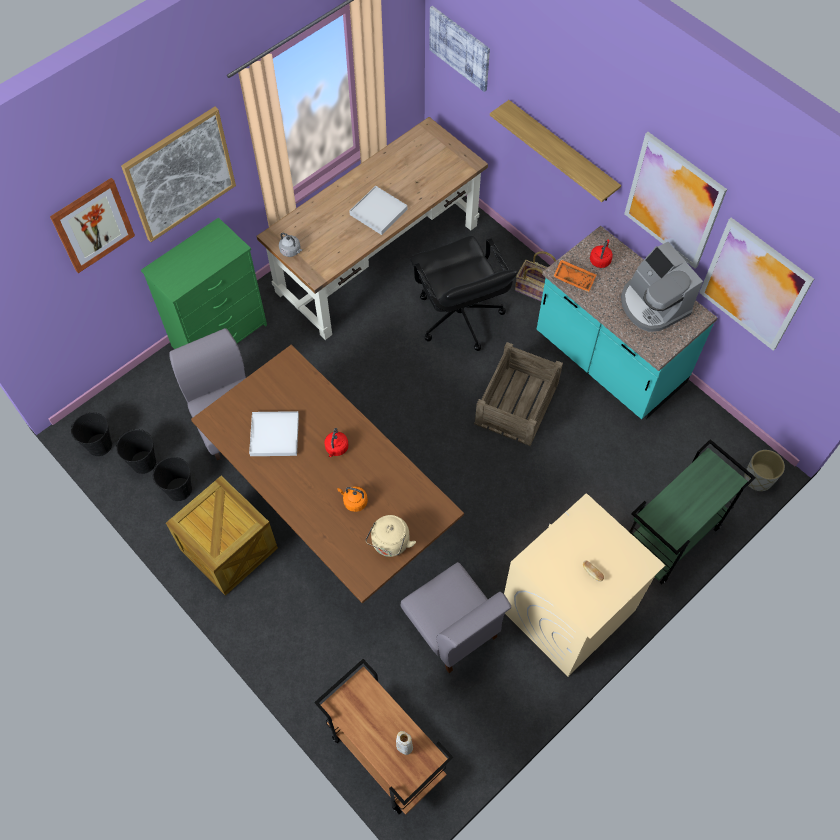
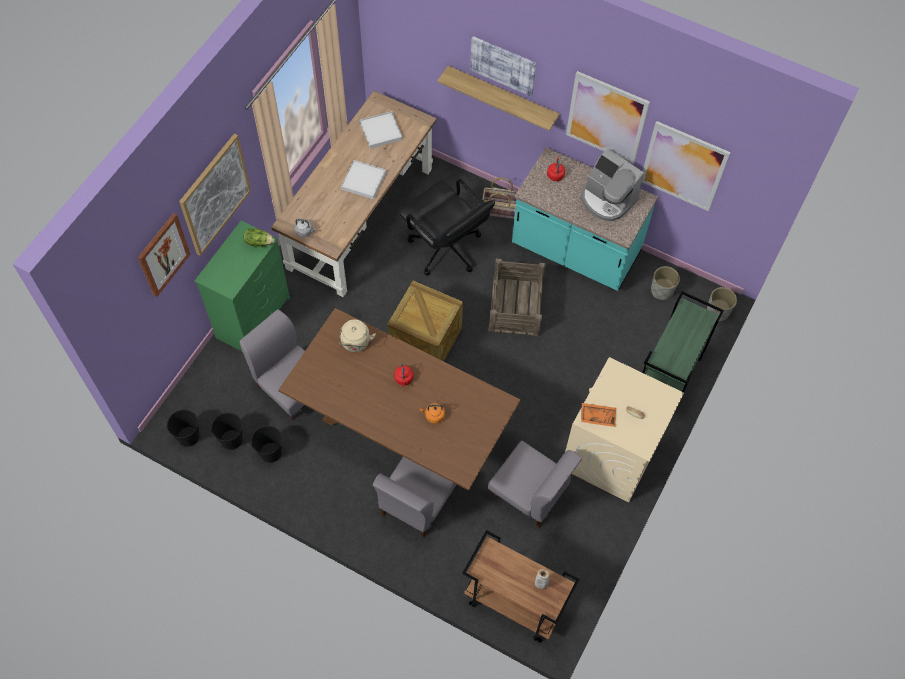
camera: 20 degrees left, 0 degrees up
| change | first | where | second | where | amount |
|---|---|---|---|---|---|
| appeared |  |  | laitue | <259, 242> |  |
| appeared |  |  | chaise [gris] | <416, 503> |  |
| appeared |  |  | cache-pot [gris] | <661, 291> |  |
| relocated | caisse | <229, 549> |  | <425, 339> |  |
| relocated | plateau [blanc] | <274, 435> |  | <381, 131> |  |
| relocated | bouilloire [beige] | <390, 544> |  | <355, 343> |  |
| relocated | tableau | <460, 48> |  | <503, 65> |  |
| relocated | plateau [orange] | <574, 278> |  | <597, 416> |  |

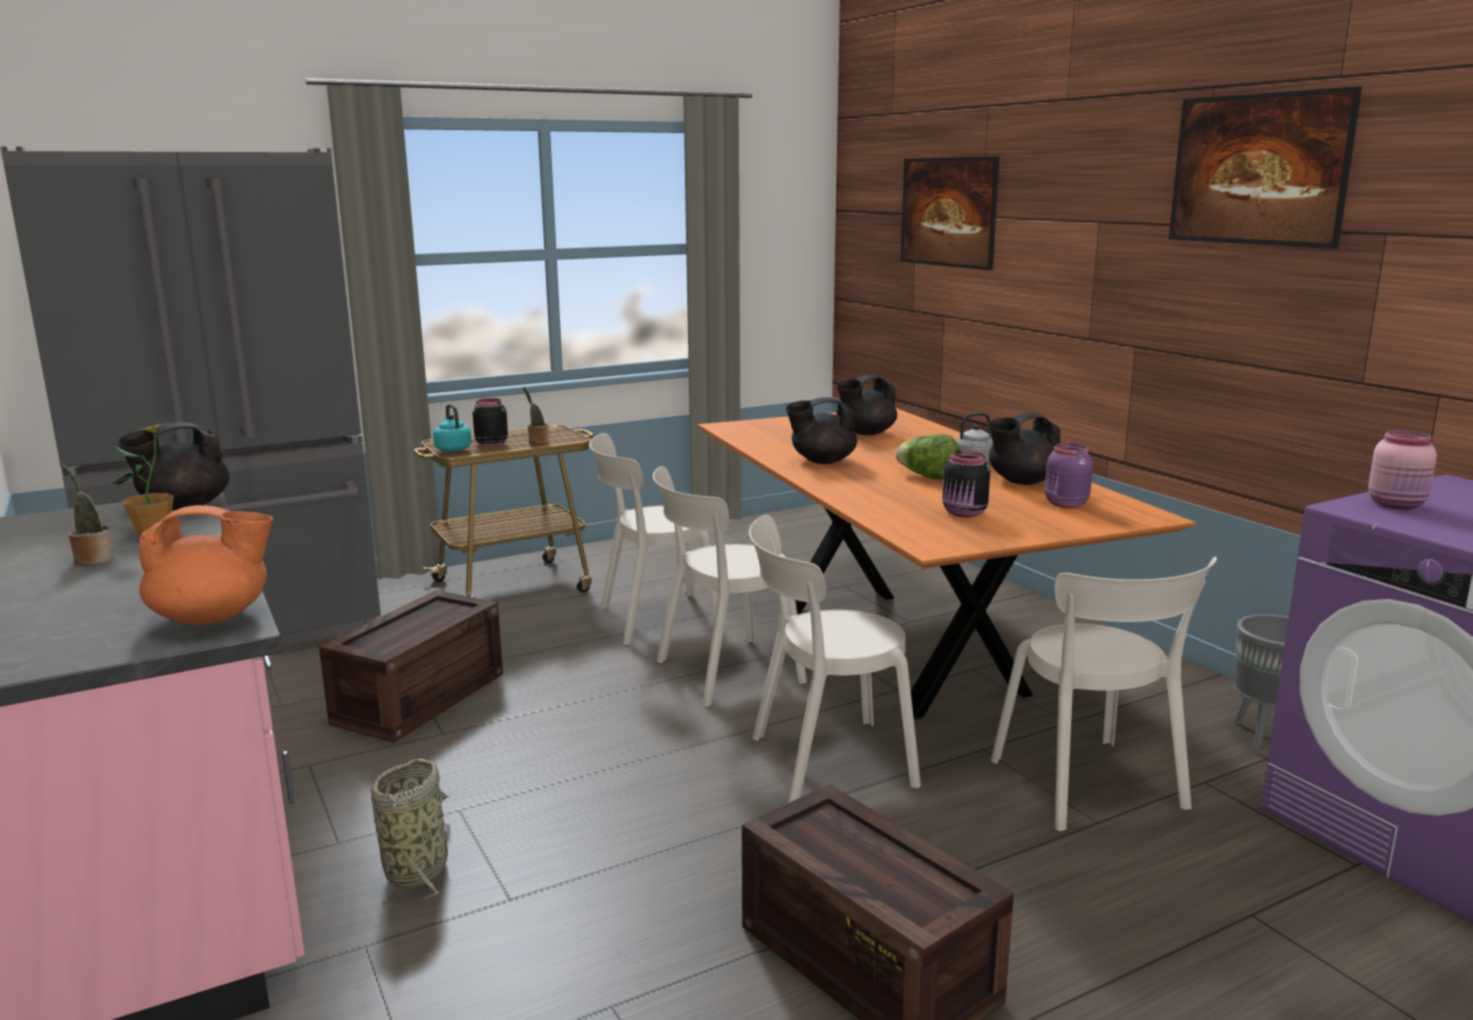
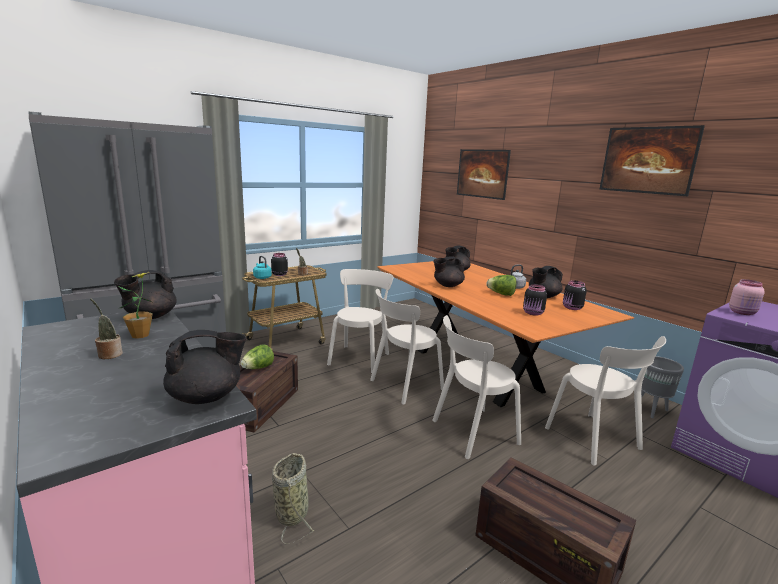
camera: 10 degrees left, 0 degrees up
| change | first | where | second | where | amount |
|---|---|---|---|---|---|
| appeared |  |  | laitue | <258, 368> |  |
| colour | théière [orange] | <213, 617> | théière [noir] | <207, 397> |  |
| colour | bocal [violet] | <1065, 504> | bocal [noir] | <572, 308> |  |
| spun | chaise [beige] | <653, 619> |  | <360, 358> | 135 degrees clockwise |

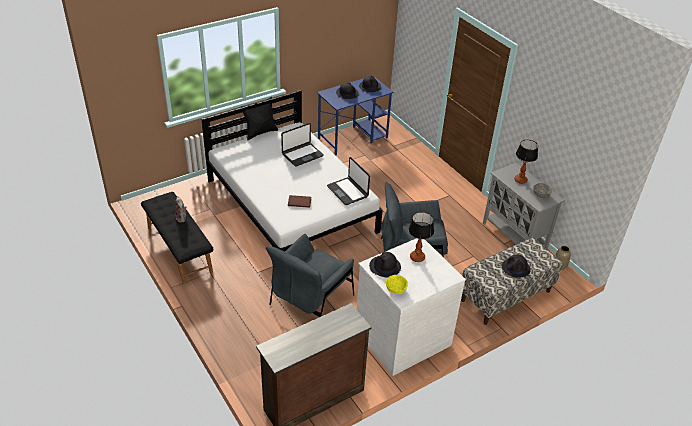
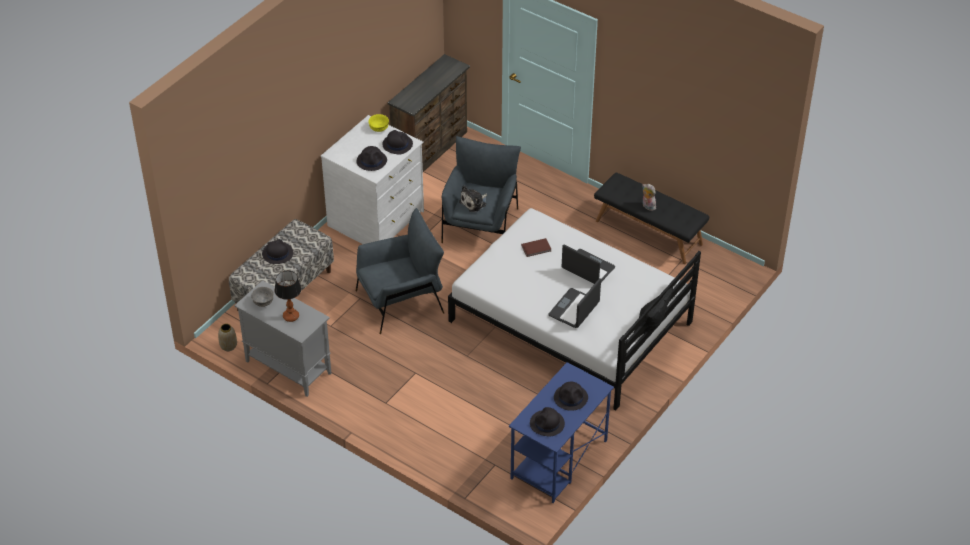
camera: 160 degrees right, 5 degrees up
| change | first | where | second | where | amount |
|---|---|---|---|---|---|
| appeared |  |  | peluche | <474, 203> |  |
| relocated | ordinateur portable | <348, 191> |  | <587, 268> |  |
| exchanged | lampe de table | <417, 257> | chapeau [noir] | <372, 161> |  |

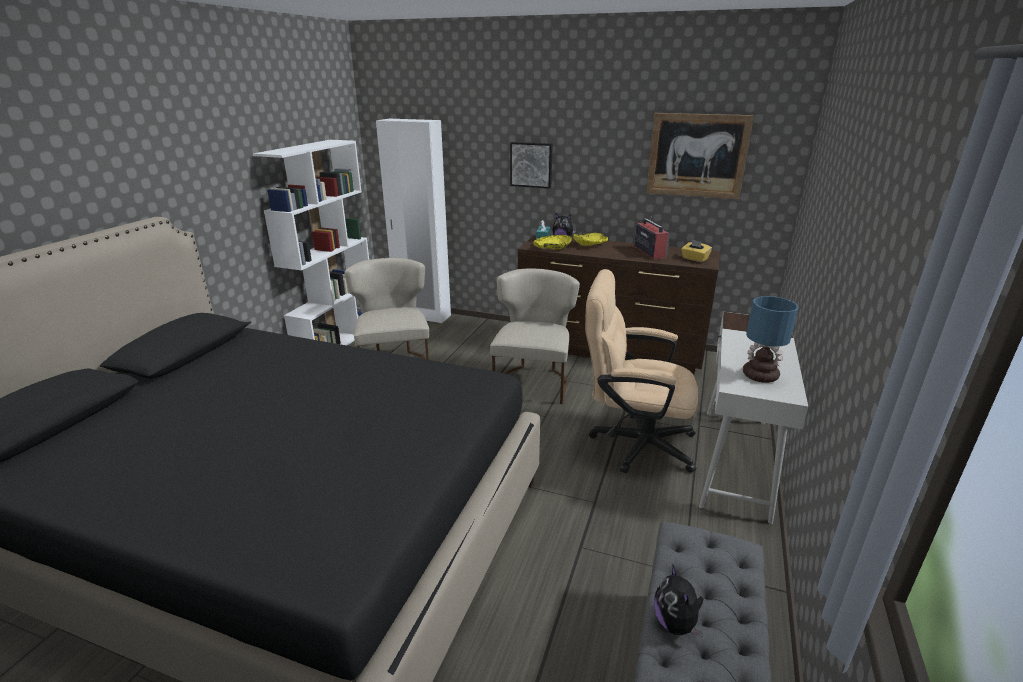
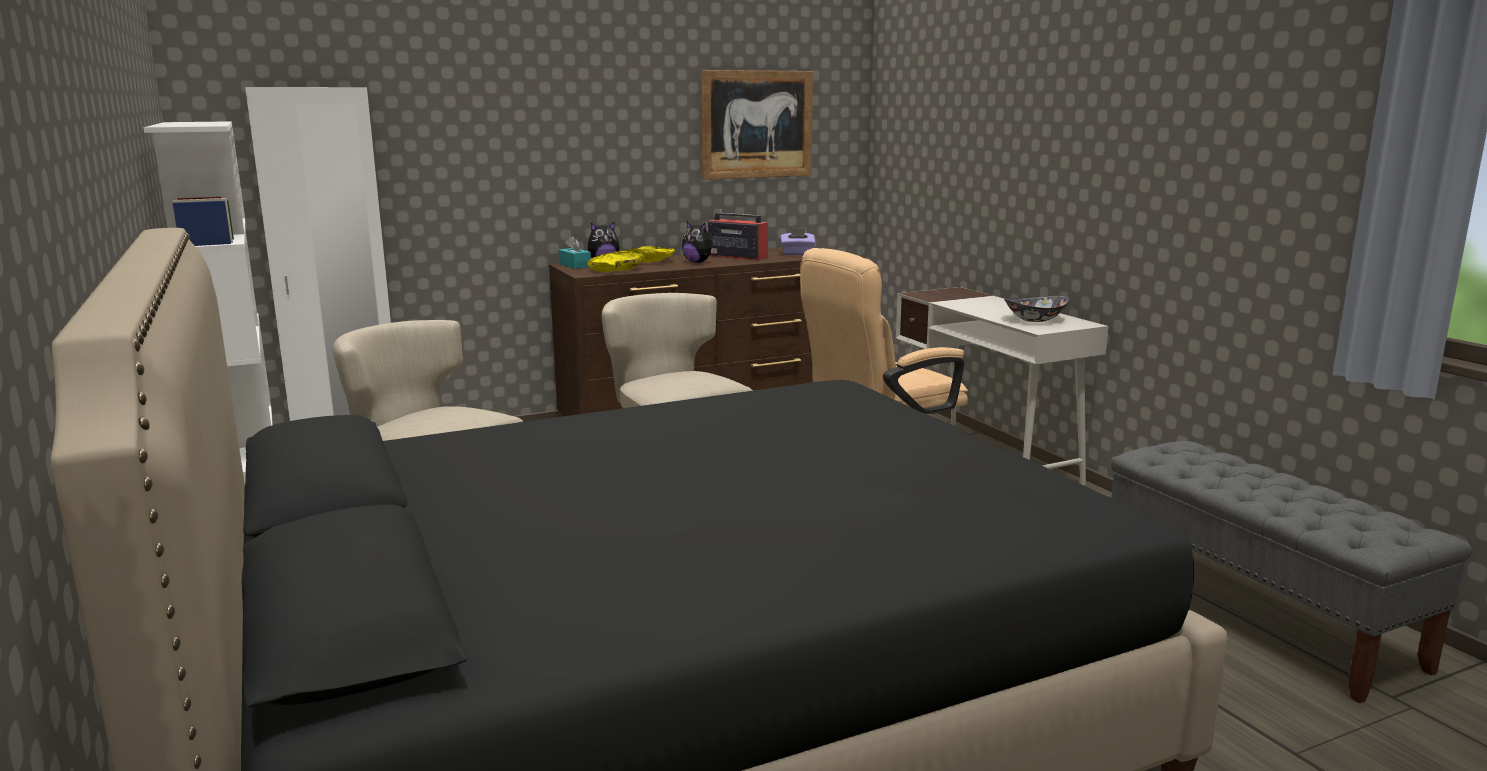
camera: 45 degrees left, 10 degrees down
| change | first | where | second | where | amount |
|---|---|---|---|---|---|
| missing | tableau | <531, 164> |  |  |  |
| relocated | peluche | <676, 623> |  | <698, 262> |  |
| exchanged | lampe de table | <758, 375> | bol | <1035, 320> |  |
| colour | boîte à mouchoirs [jaune] | <694, 259> | boîte à mouchoirs [violet] | <797, 254> |  |

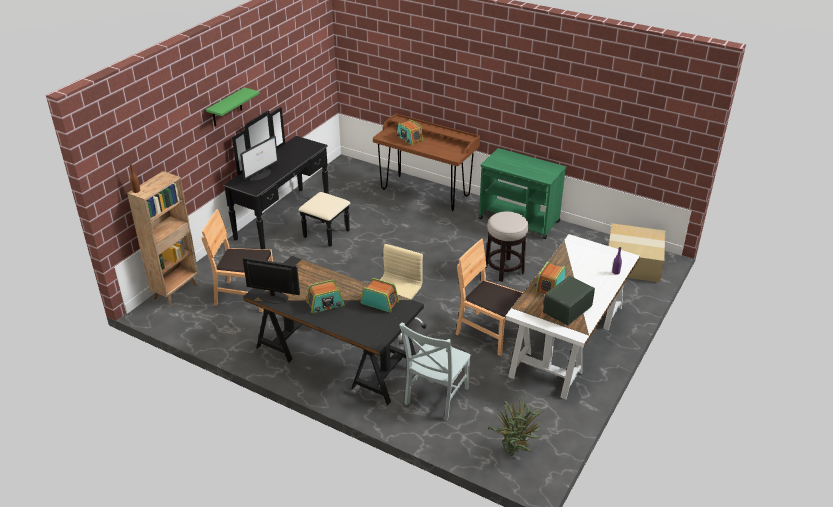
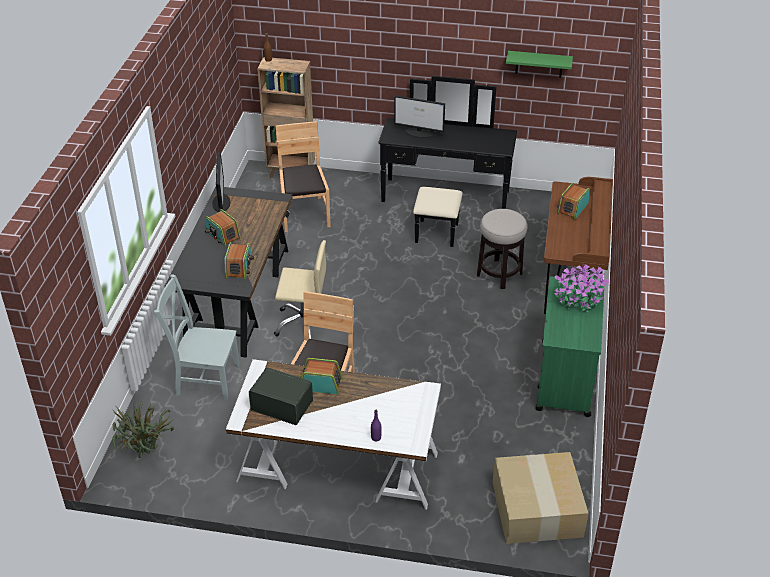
camera: 70 degrees right, 5 degrees up
| change | first | where | second | where | amount |
|---|---|---|---|---|---|
| appeared |  |  | plante en pot | <579, 300> |  |
| relocated | étagère [vert] | <226, 108> |  | <539, 64> |  |
| relocated | tabouret | <504, 270> |  | <499, 274> |  |

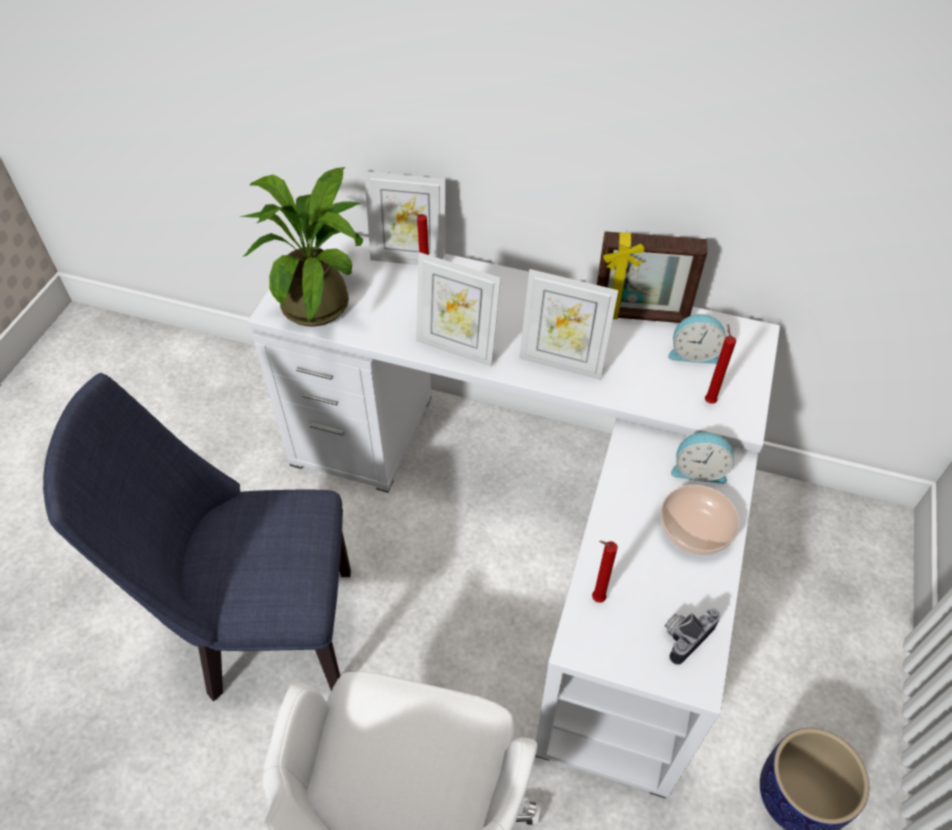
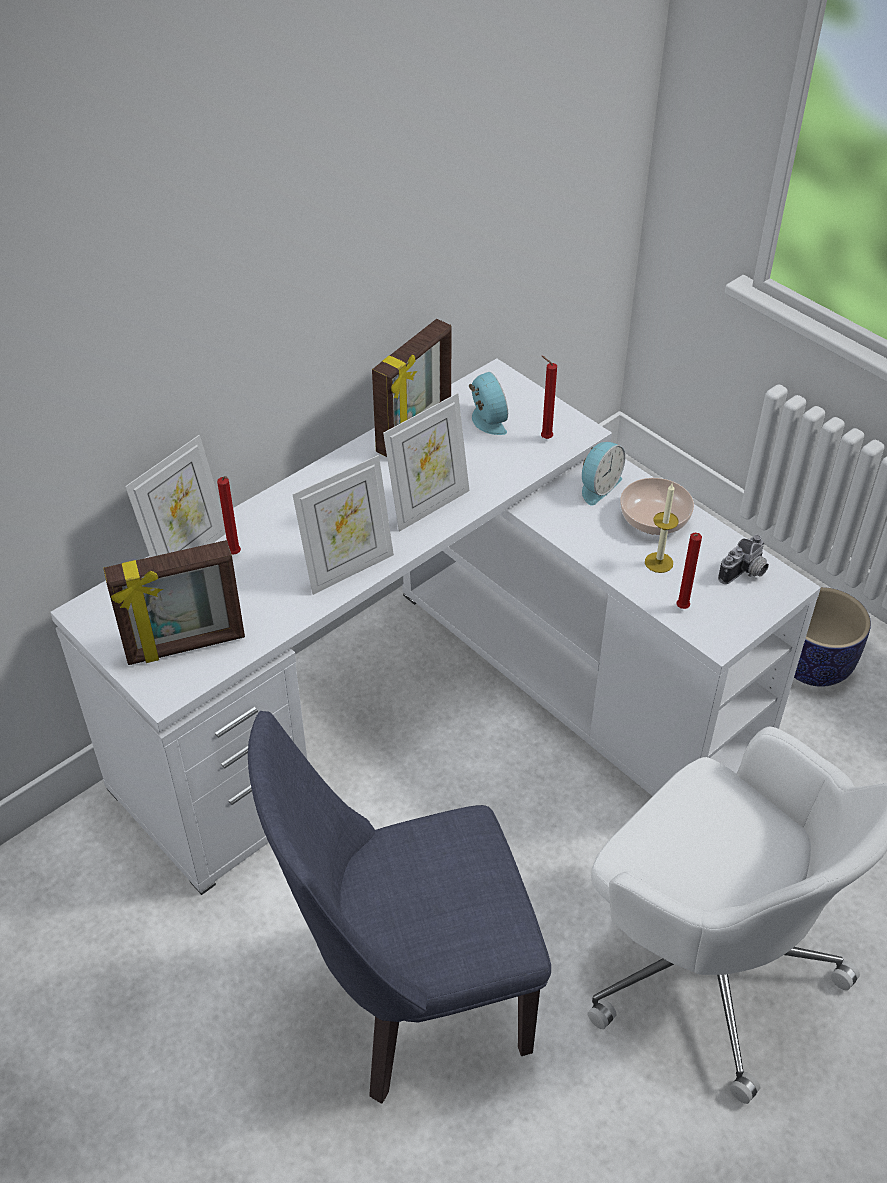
camera: 60 degrees left, 5 degrees down
| change | first | where | second | where | amount |
|---|---|---|---|---|---|
| appeared |  |  | bougie | <658, 562> |  |
| exchanged | plante en pot | <322, 300> | cadre photo | <185, 646> |  |
| spun | chaise [bleu] | <266, 631> |  | <409, 1004> | 45 degrees clockwise |
| spun | appareil photo | <684, 635> |  | <745, 573> | 120 degrees counterclockwise |
| spun | réveil | <693, 353> |  | <486, 420> | 60 degrees counterclockwise |

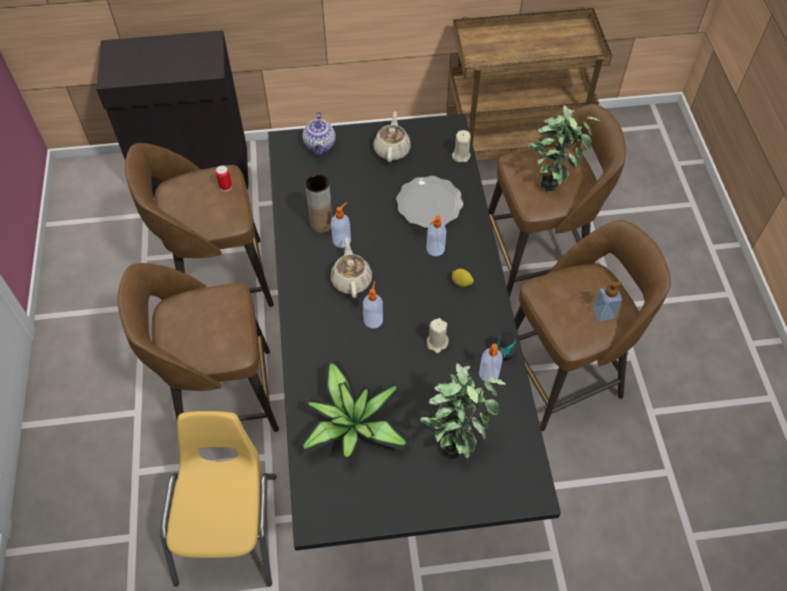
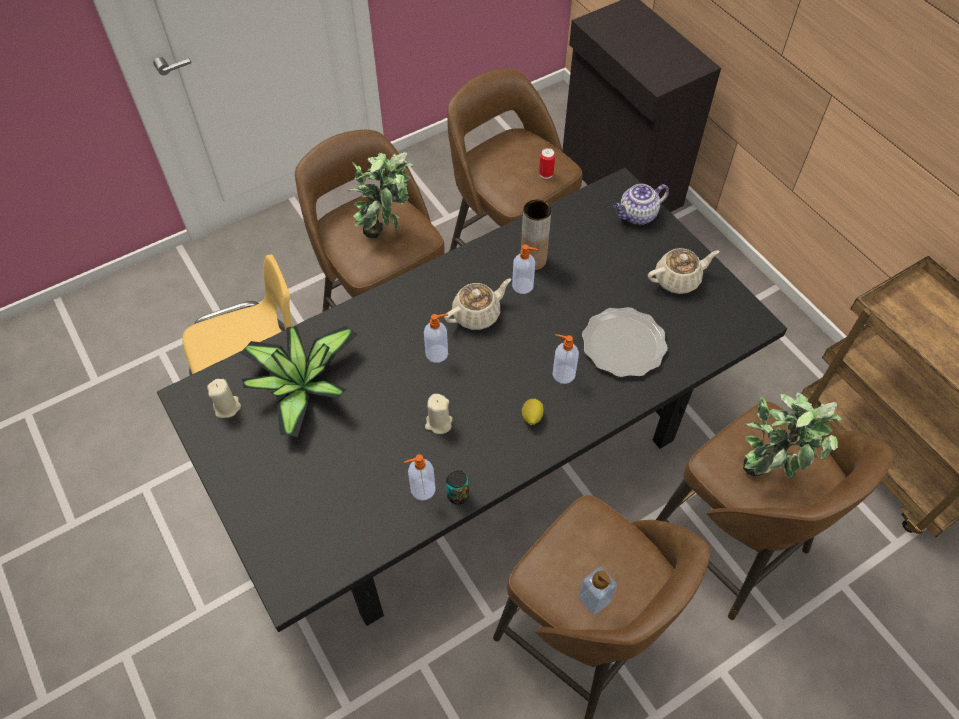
camera: 65 degrees right, 0 degrees up
| change | first | where | second | where | amount |
|---|---|---|---|---|---|
| relocated | plante en pot | <456, 438> |  | <386, 232> |  |
| relocated | bougie [beige] | <461, 155> |  | <227, 407> |  |

